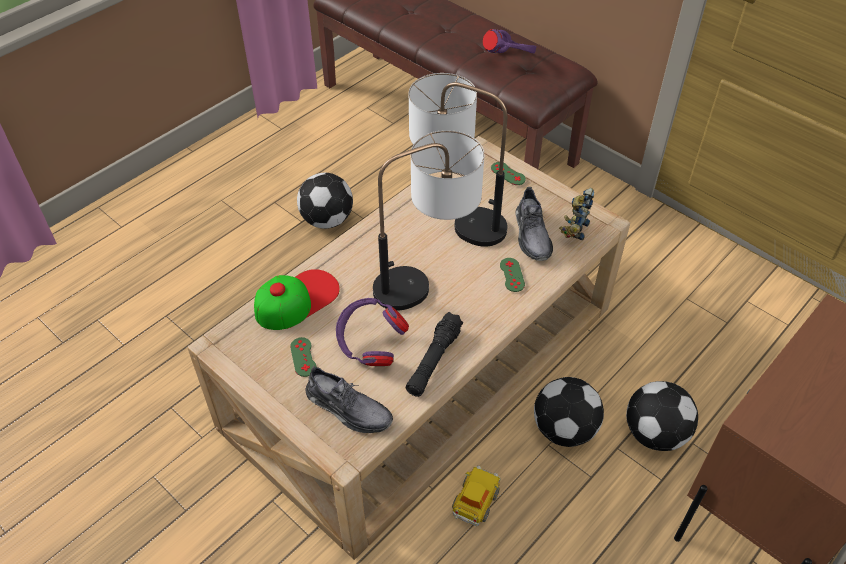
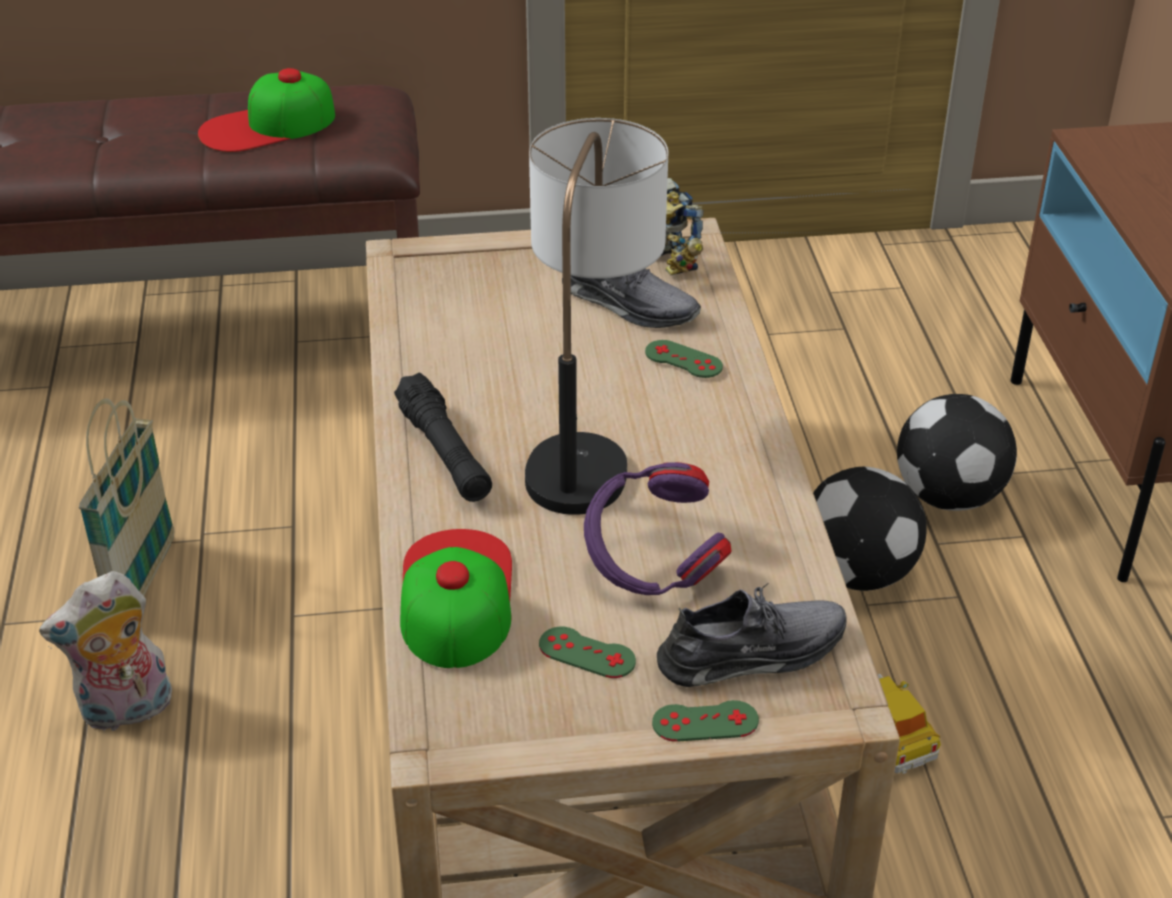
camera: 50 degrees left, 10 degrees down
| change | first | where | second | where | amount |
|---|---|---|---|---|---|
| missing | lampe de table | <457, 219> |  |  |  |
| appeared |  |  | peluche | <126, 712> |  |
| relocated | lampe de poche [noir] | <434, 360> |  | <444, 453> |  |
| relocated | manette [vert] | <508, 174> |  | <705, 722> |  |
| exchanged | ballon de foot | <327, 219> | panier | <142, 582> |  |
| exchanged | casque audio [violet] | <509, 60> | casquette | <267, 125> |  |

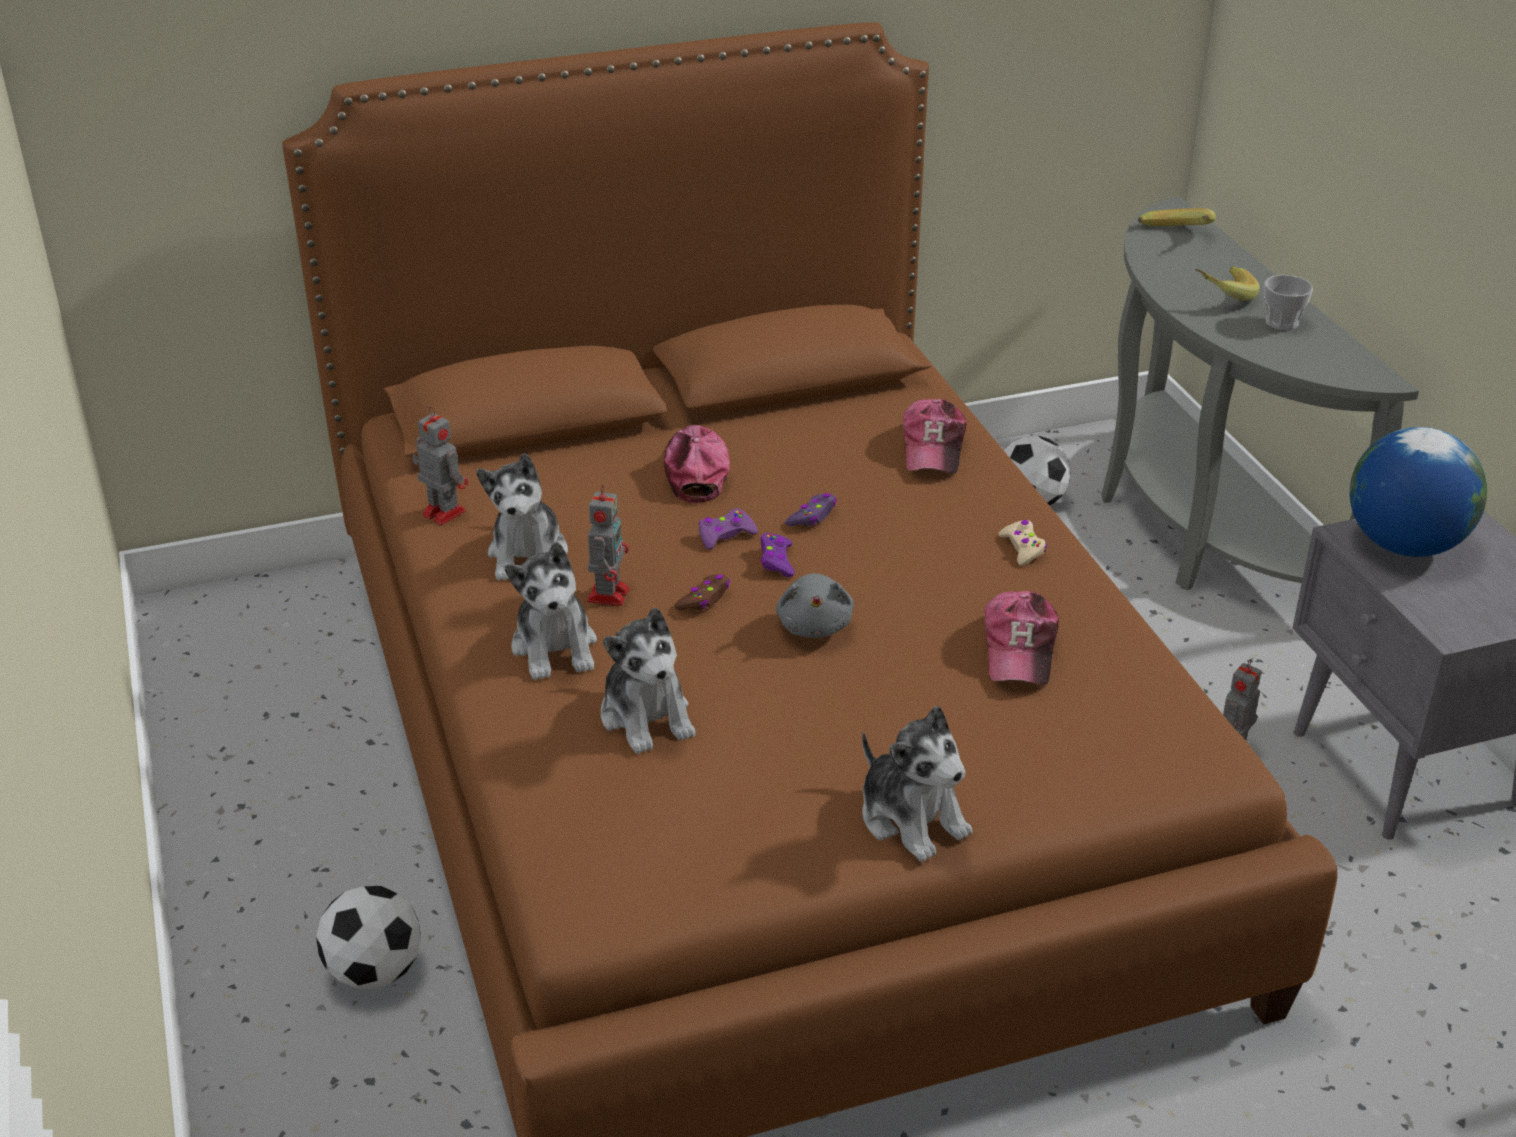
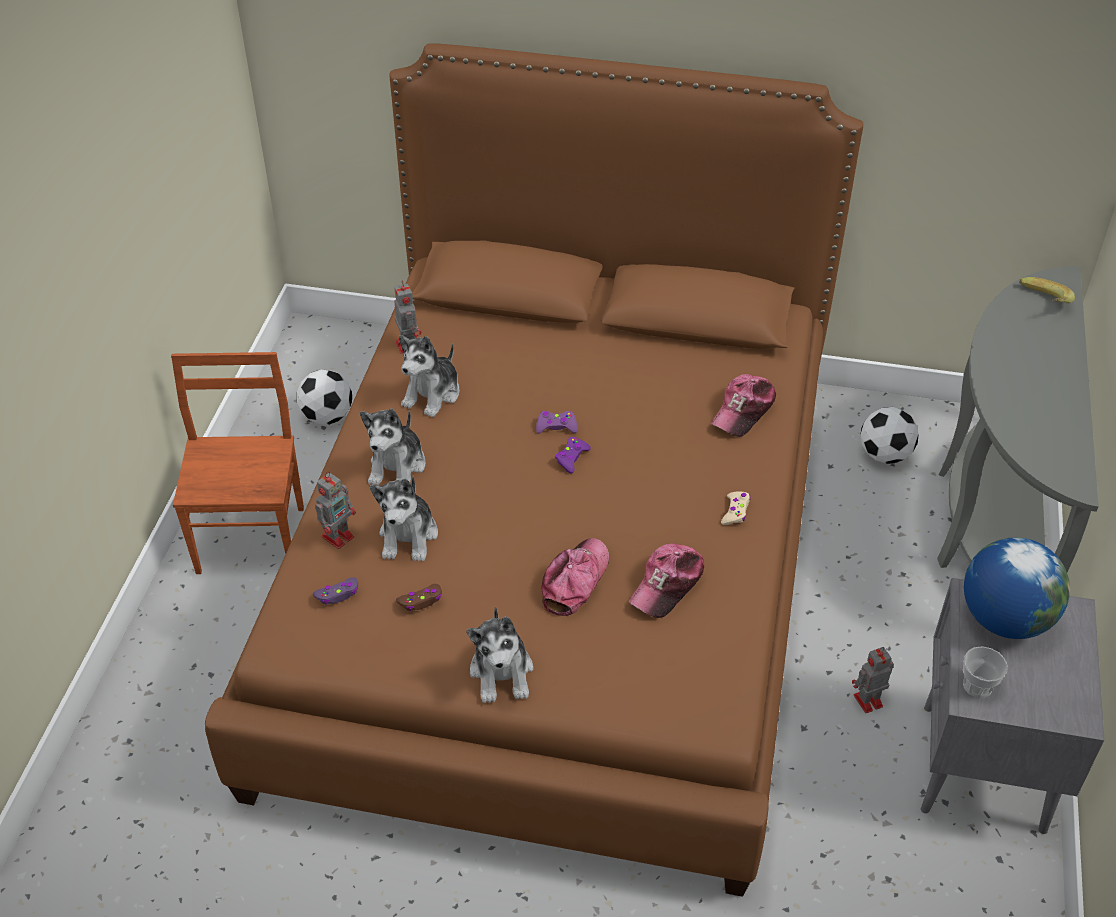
camera: 30 degrees right, 10 degrees up
| change | first | where | second | where | amount |
|---|---|---|---|---|---|
| missing | peluche [gris] | <814, 625> |  |  |  |
| missing | banane | <1221, 295> |  |  |  |
| appeared |  |  | chaise [marron] | <253, 538> |  |
| relocated | ballon de foot | <375, 971> |  | <327, 416> |  |
| relocated | robot jouet | <608, 593> |  | <339, 535> |  |
| relocated | casquette | <695, 471> |  | <575, 581> |  |
| relocated | manette [marron] | <704, 599> |  | <421, 601> |  |
| relocated | manette [violet] | <812, 516> |  | <338, 595> |  |
| relocated | tasse | <1281, 323> |  | <977, 686> |  |

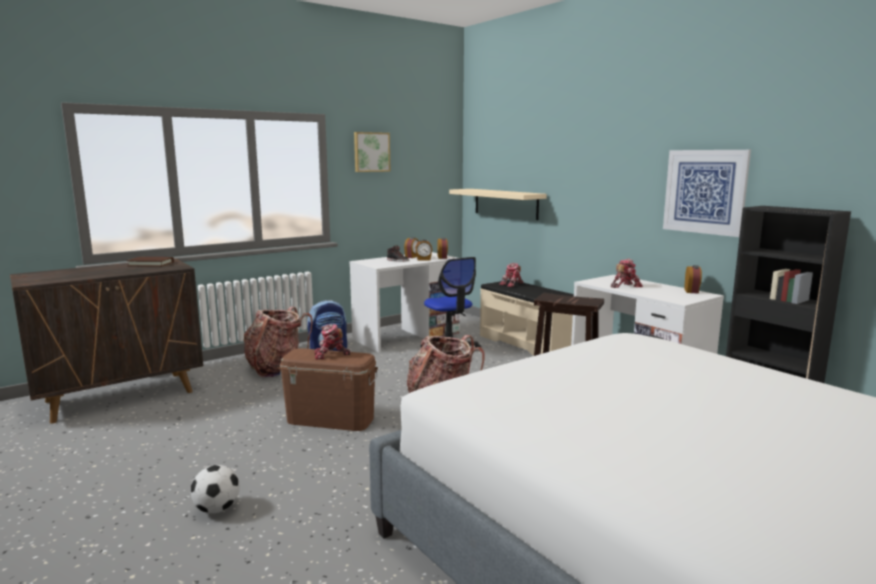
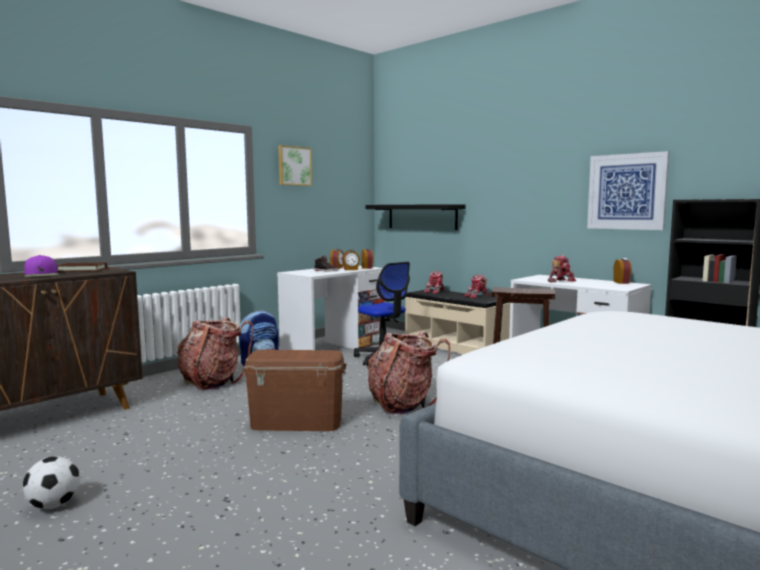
camera: 10 degrees left, 5 degrees down
| change | first | where | second | where | amount |
|---|---|---|---|---|---|
| appeared |  |  | casquette [violet] | <42, 275> |  |
| relocated | ballon de foot | <217, 509> |  | <53, 505> |  |
| relocated | robot jouet | <331, 355> |  | <477, 296> |  |
| colour | étagère [beige] | <505, 203> | étagère [noir] | <422, 216> |  |

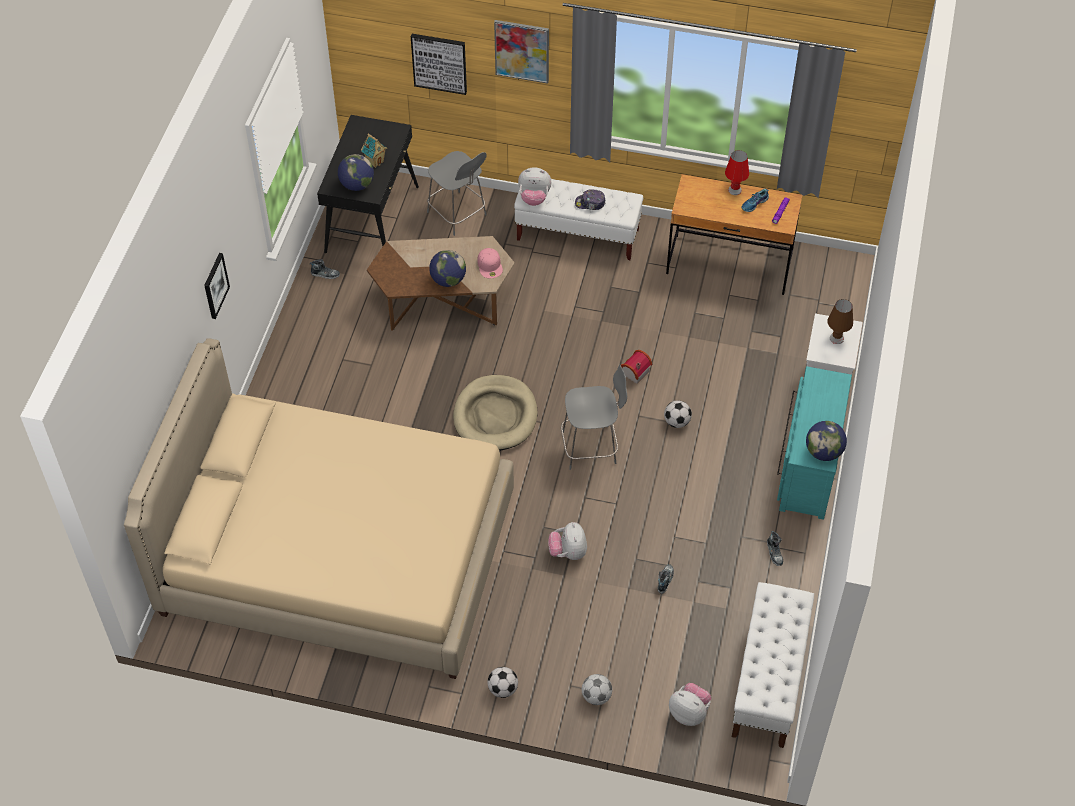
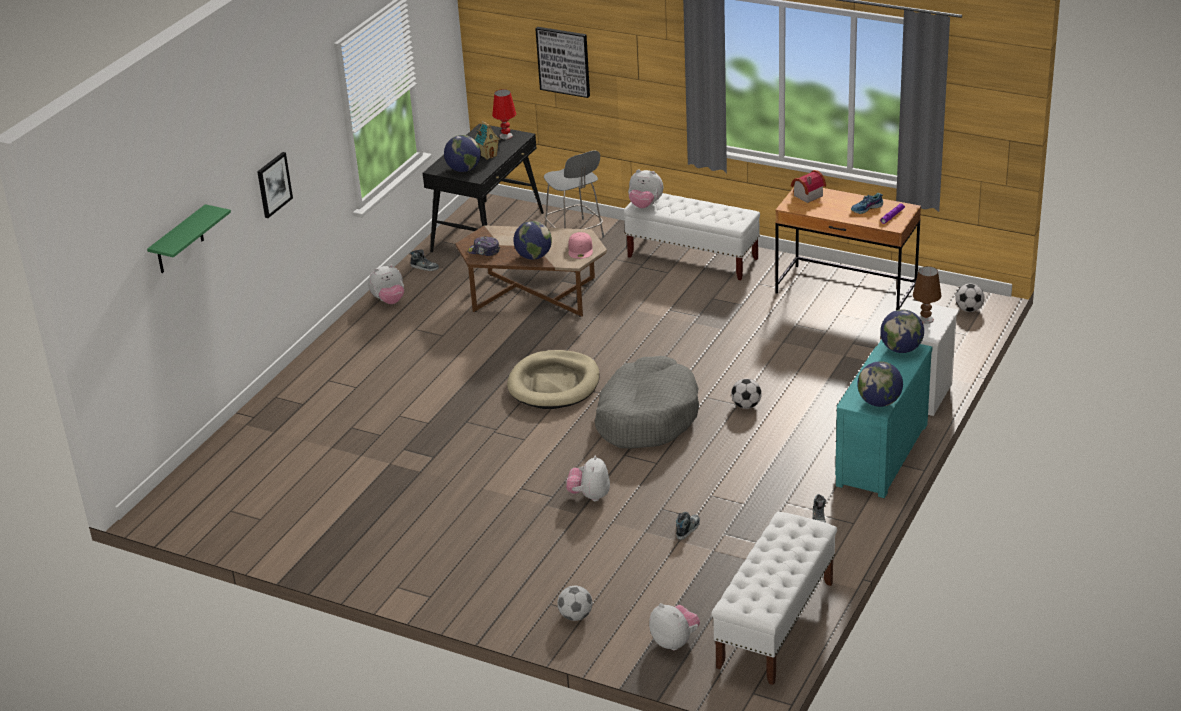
camera: 15 degrees right, 20 degrees down
| change | first | where | second | where | amount |
|---|---|---|---|---|---|
| missing | lit [beige] | <338, 555> |  |  |  |
| missing | tableau | <522, 51> |  |  |  |
| appeared |  |  | étagère [vert] | <179, 241> |  |
| appeared |  |  | peluche | <389, 301> |  |
| appeared |  |  | globe | <901, 349> |  |
| relocated | ballon de foot | <503, 689> |  | <969, 309> |  |
| relocated | casquette | <590, 203> |  | <484, 251> |  |
| relocated | maison miniature | <633, 372> |  | <806, 195> |  |
| relocated | lampe de table [rouge] | <734, 190> |  | <505, 136> |  |
| exchanged | chaise [gris] | <591, 447> | panier pour chien [gris] | <646, 417> |  |

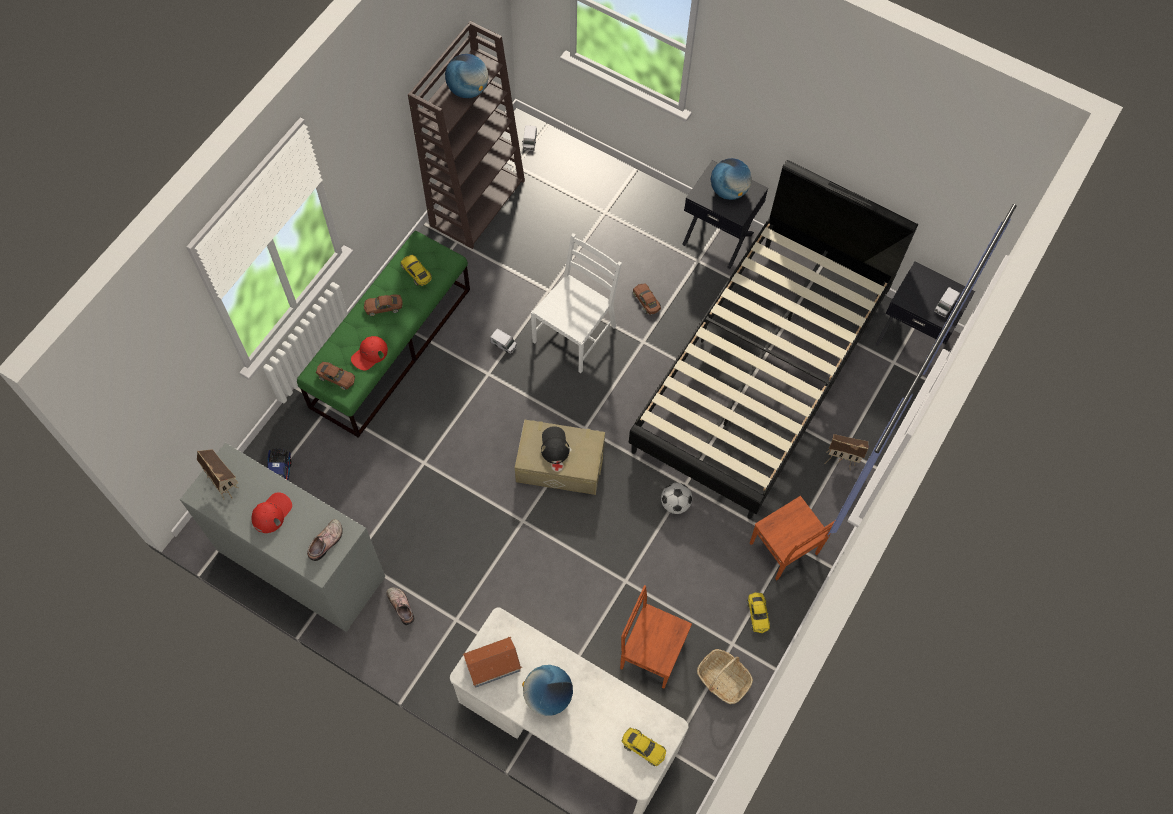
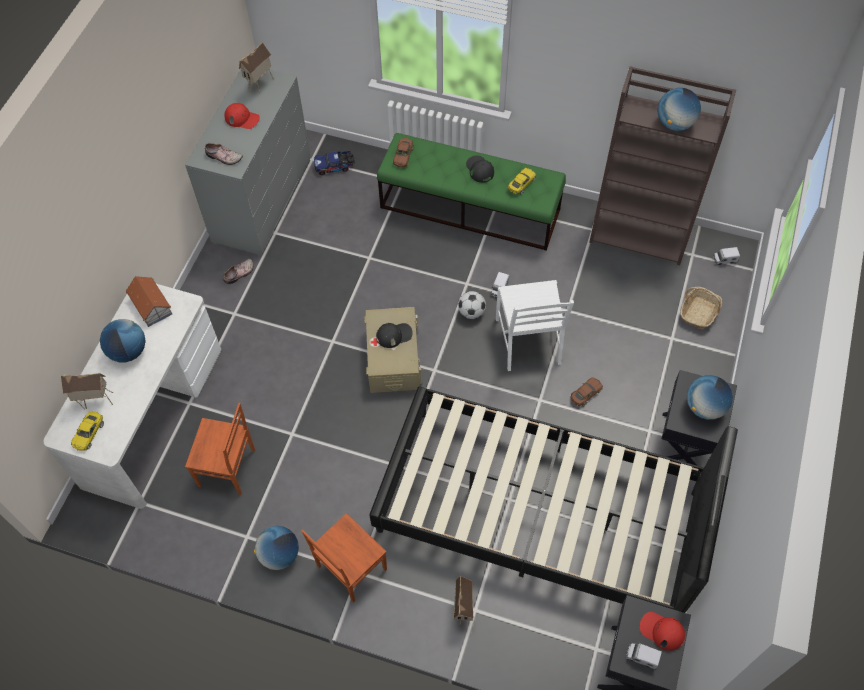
camera: 80 degrees right, 5 degrees down
| change | first | where | second | where | amount |
|---|---|---|---|---|---|
| appeared |  |  | maison miniature | <95, 402> |  |
| relocated | casquette [rouge] | <369, 354> |  | <662, 631> |  |
| relocated | ballon de foot | <675, 503> |  | <471, 312> |  |
| relocated | panier | <723, 679> |  | <699, 312> |  |
| exchanged | petite voiture [marron] | <383, 307> | casquette [noir] | <479, 169> |  |
| exchanged | petite voiture [jaune] | <758, 614> | globe | <279, 555> |  |
| spun | chaise [blanc] | <575, 334> |  | <529, 341> | 60 degrees clockwise |
| spun | chaise [marron] | <652, 652> |  | <228, 469> | 90 degrees clockwise |

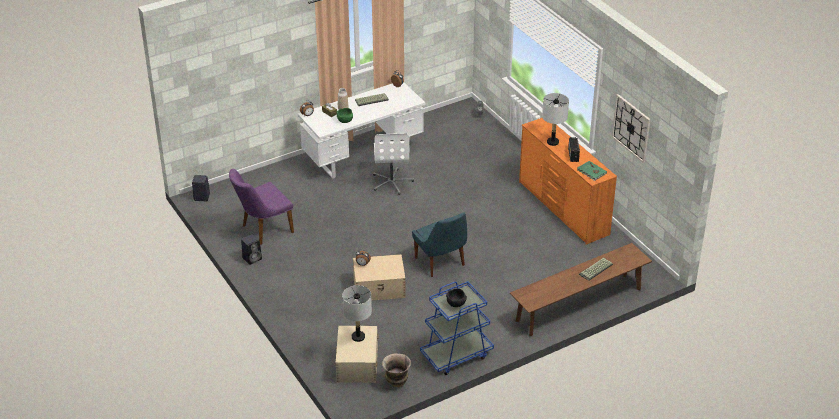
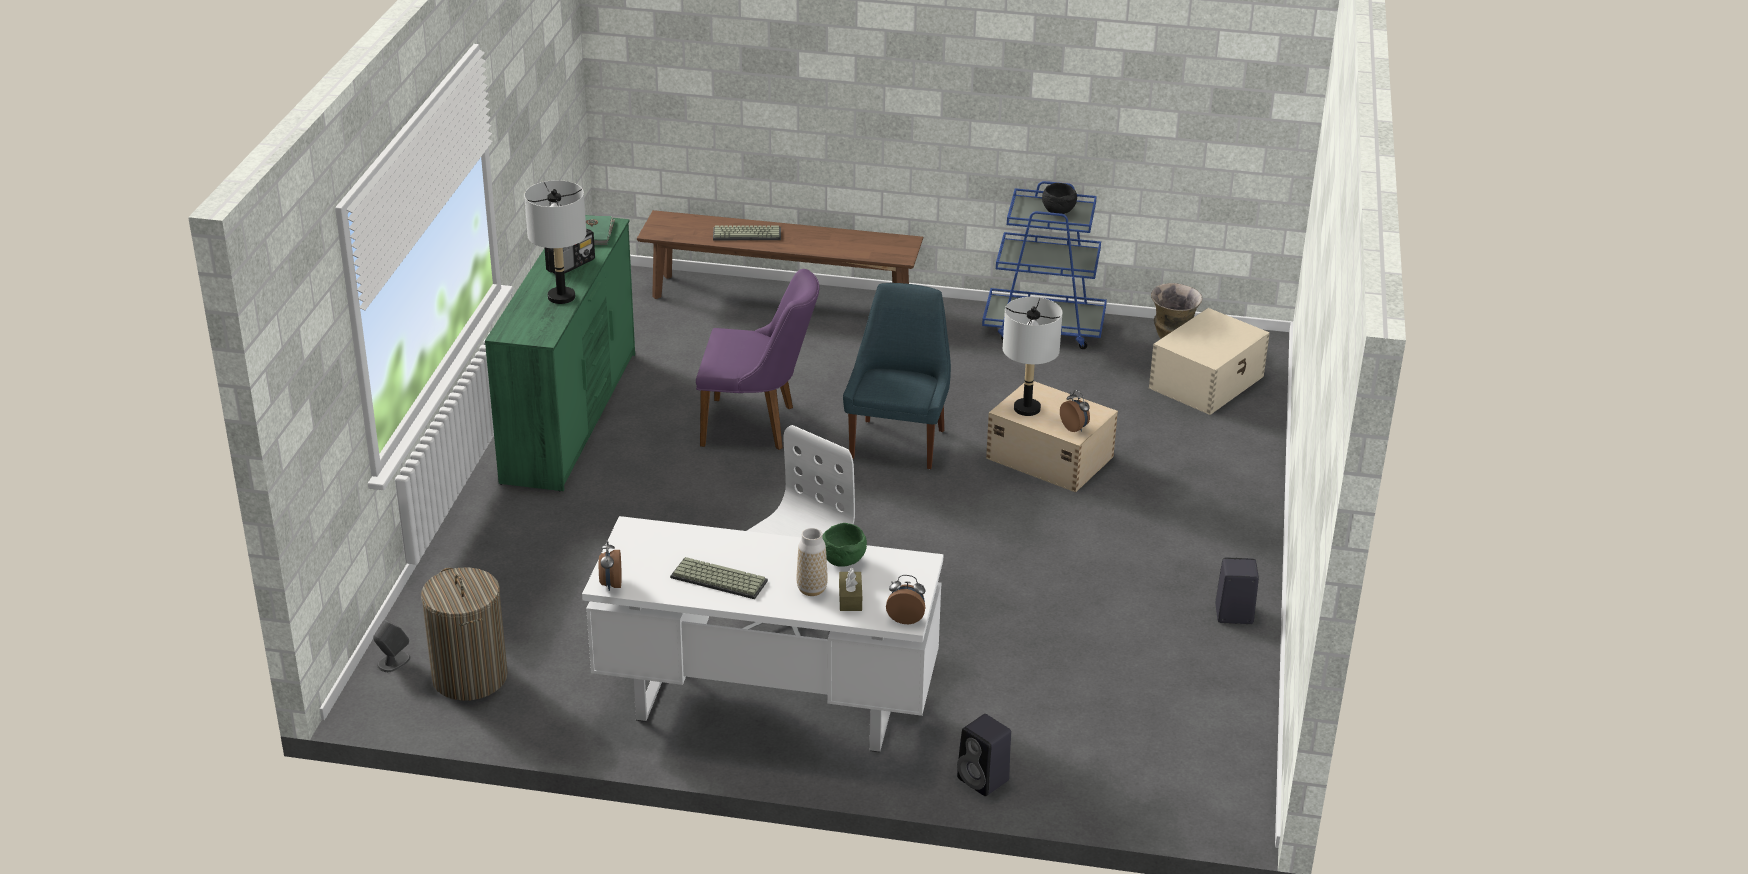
camera: 140 degrees left, 5 degrees down
| change | first | where | second | where | amount |
|---|---|---|---|---|---|
| missing | horloge murale | <631, 128> |  |  |  |
| appeared |  |  | panier à linge | <469, 677> |  |
| relocated | enceinte [noir] | <201, 197> |  | <984, 780> |  |
| relocated | chaise [violet] | <263, 230> |  | <758, 425> |  |
| relocated | lampe de table [gris] | <358, 337> |  | <1026, 408> |  |
| colour | commode [orange] | <563, 208> | commode [vert] | <572, 416> |  |

